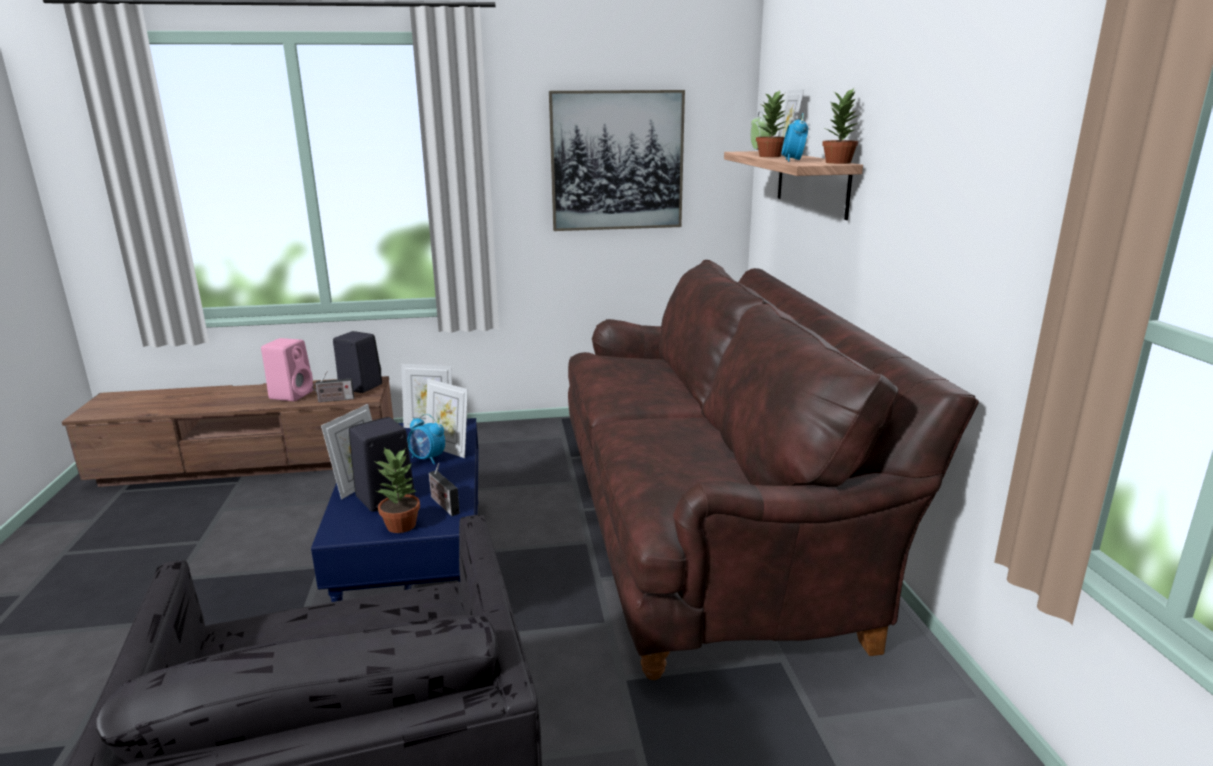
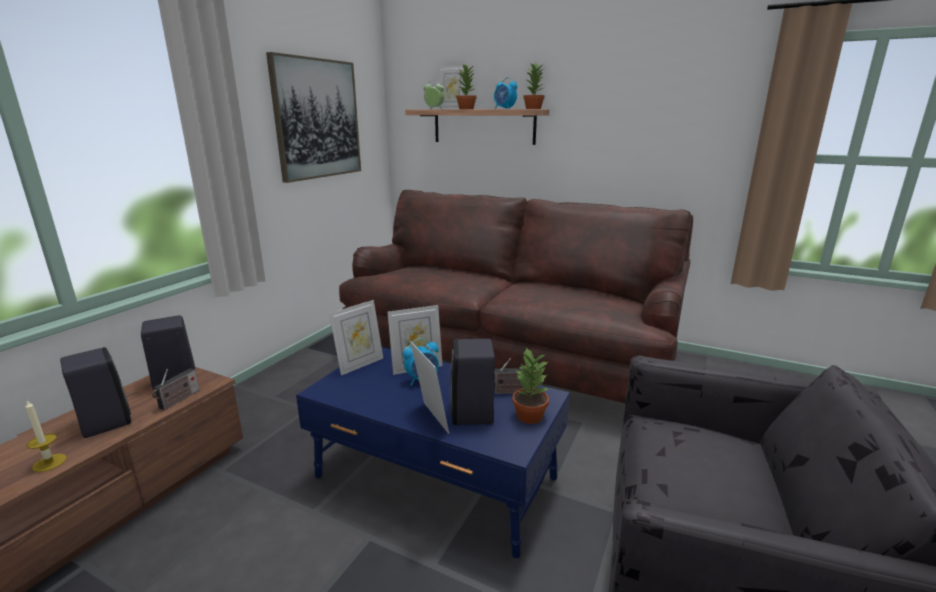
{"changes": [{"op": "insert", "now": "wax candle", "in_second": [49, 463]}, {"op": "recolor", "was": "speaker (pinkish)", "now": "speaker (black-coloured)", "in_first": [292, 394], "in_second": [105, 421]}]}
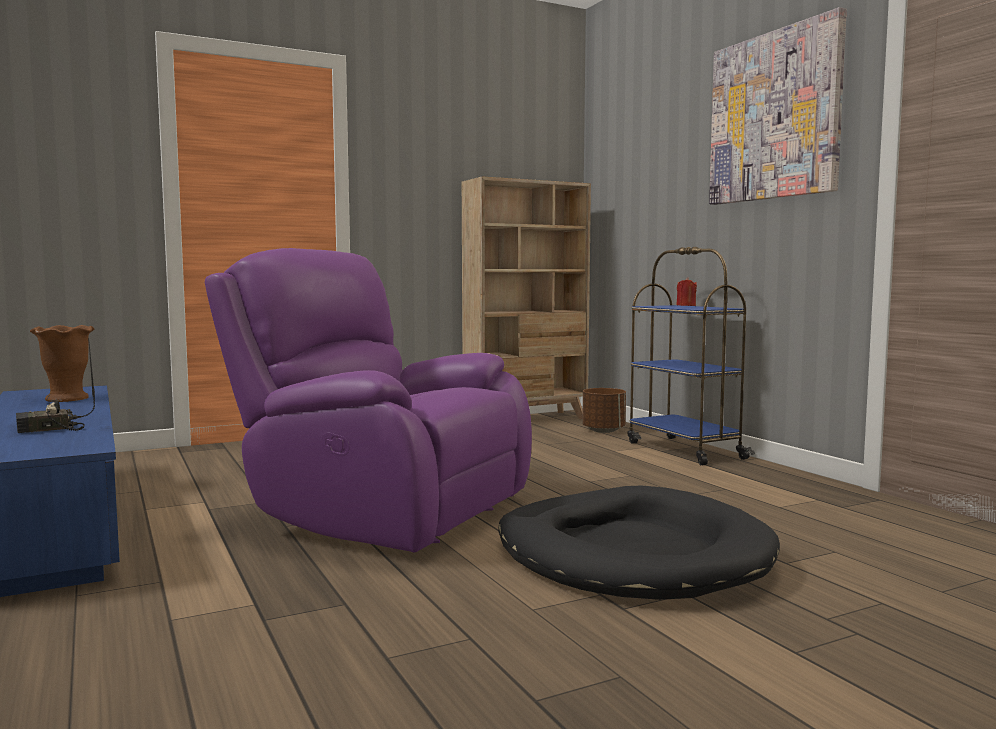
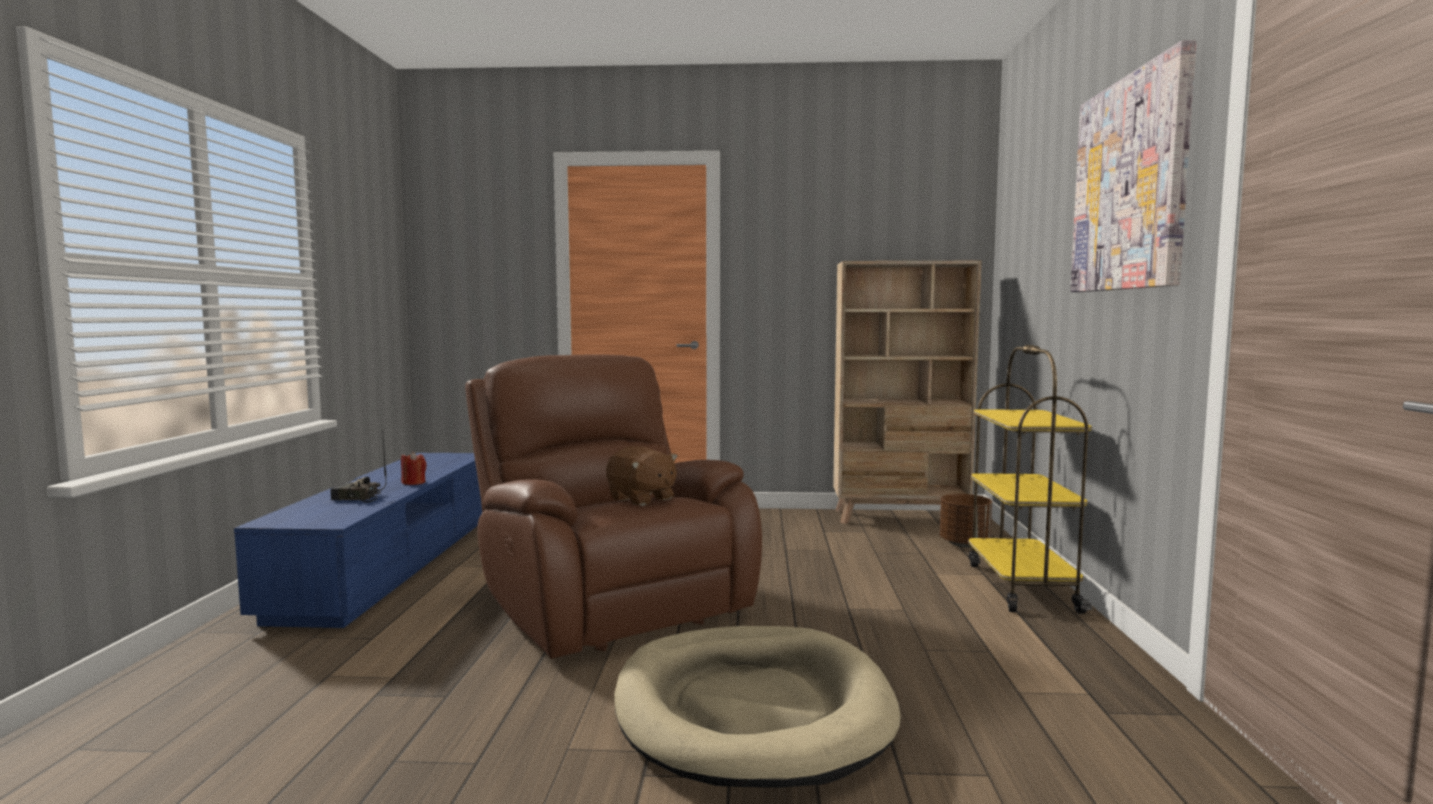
{"changes": [{"op": "move", "was": "wax candle (red-coloured)", "in_first": [686, 305], "in_second": [413, 483]}, {"op": "recolor", "was": "armchair (purple)", "now": "armchair (brown-coloured)", "in_first": [385, 512], "in_second": [612, 606]}, {"op": "insert", "now": "soft toy (brown-coloured)", "in_second": [641, 499]}, {"op": "recolor", "was": "pet bed (black-coloured)", "now": "pet bed (sand-coloured)", "in_first": [631, 553], "in_second": [752, 711]}, {"op": "recolor", "was": "wheeled cart (blue)", "now": "wheeled cart (yellow)", "in_first": [684, 450], "in_second": [1021, 586]}, {"op": "delete", "was": "flower vase (brown-coloured)", "in_first": [67, 399]}]}
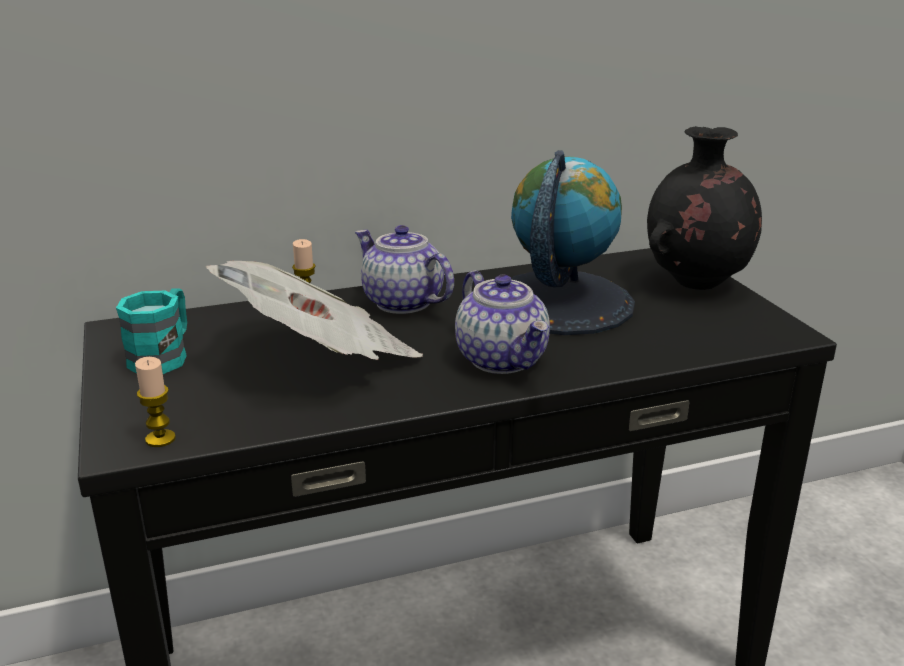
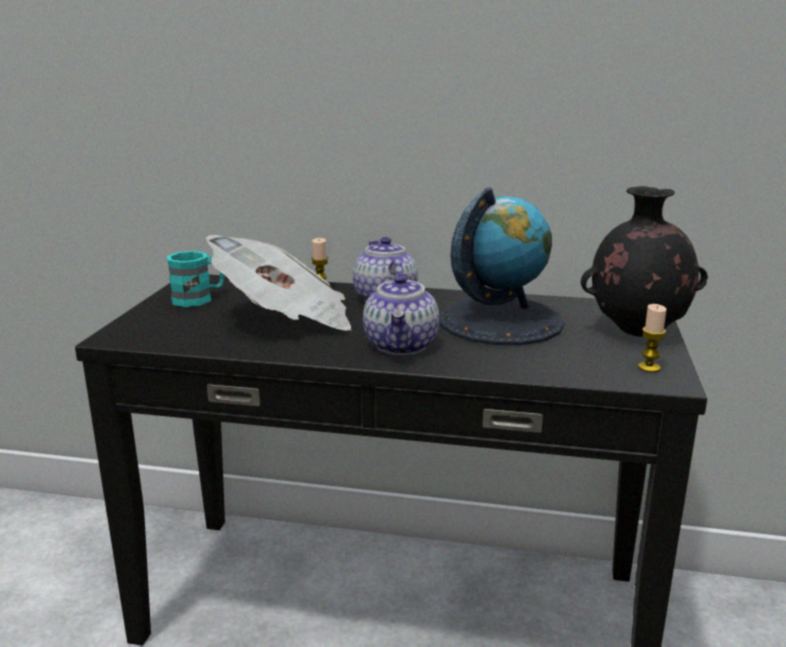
{"changes": [{"op": "move", "was": "wax candle", "in_first": [160, 439], "in_second": [649, 368]}]}
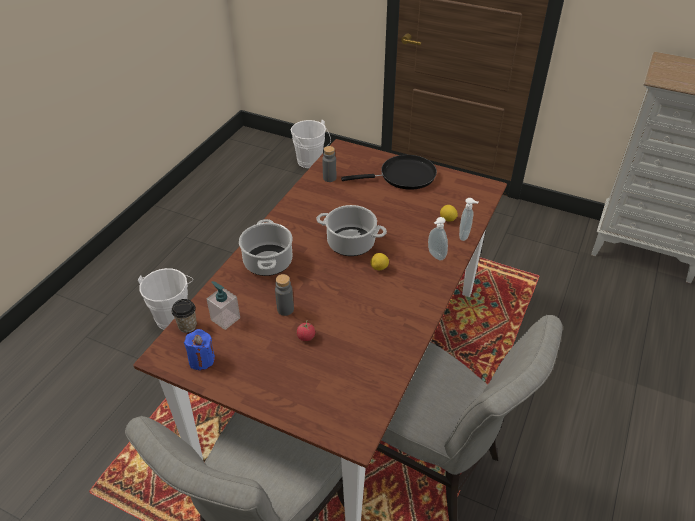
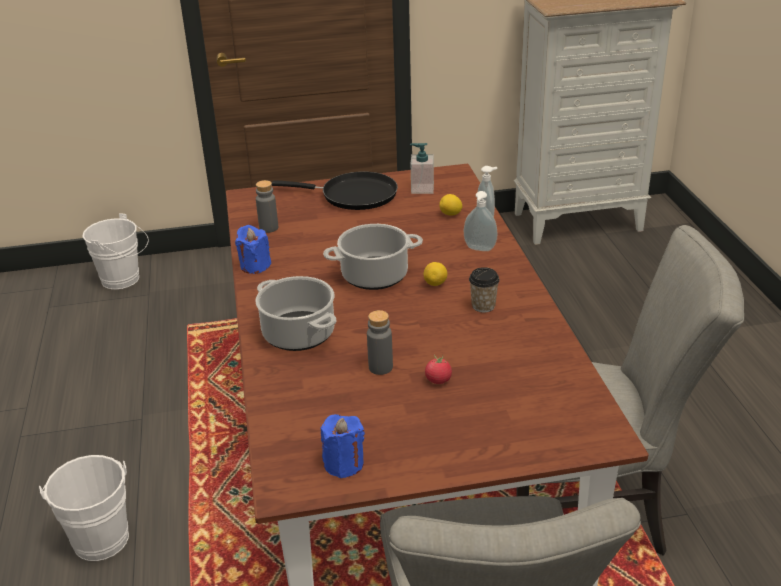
{"changes": [{"op": "insert", "now": "wax candle (blue)", "in_second": [255, 266]}, {"op": "rotate", "was": "frying pan (black-coloured)", "in_first": [403, 176], "in_second": [353, 195], "clockwise": 60}, {"op": "move", "was": "soap dispenser", "in_first": [225, 319], "in_second": [422, 189]}, {"op": "move", "was": "cup", "in_first": [187, 326], "in_second": [483, 306]}]}
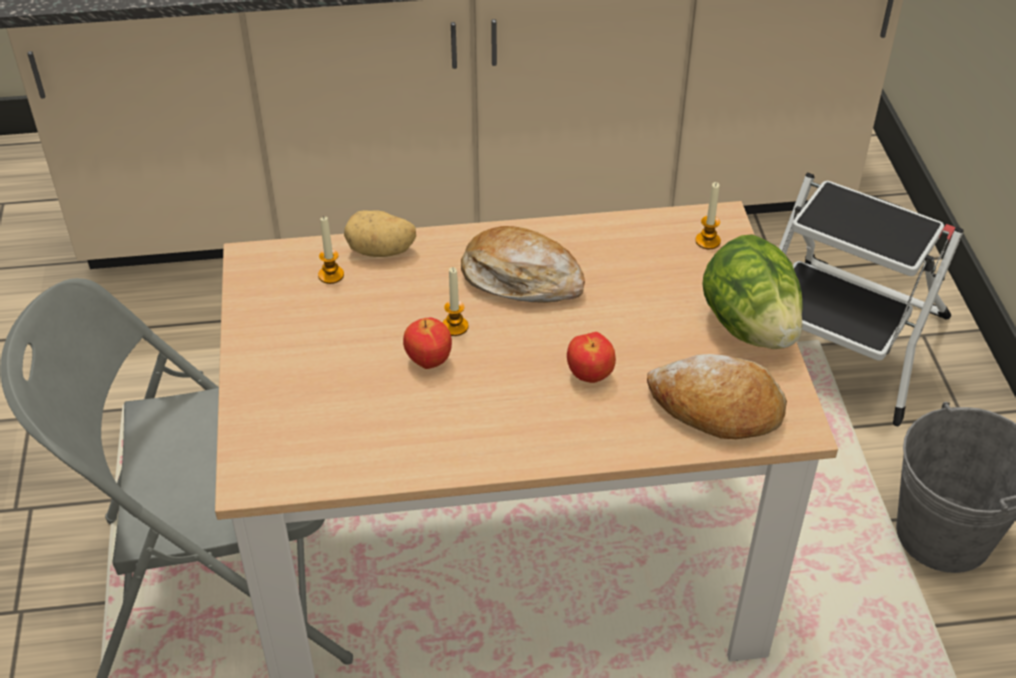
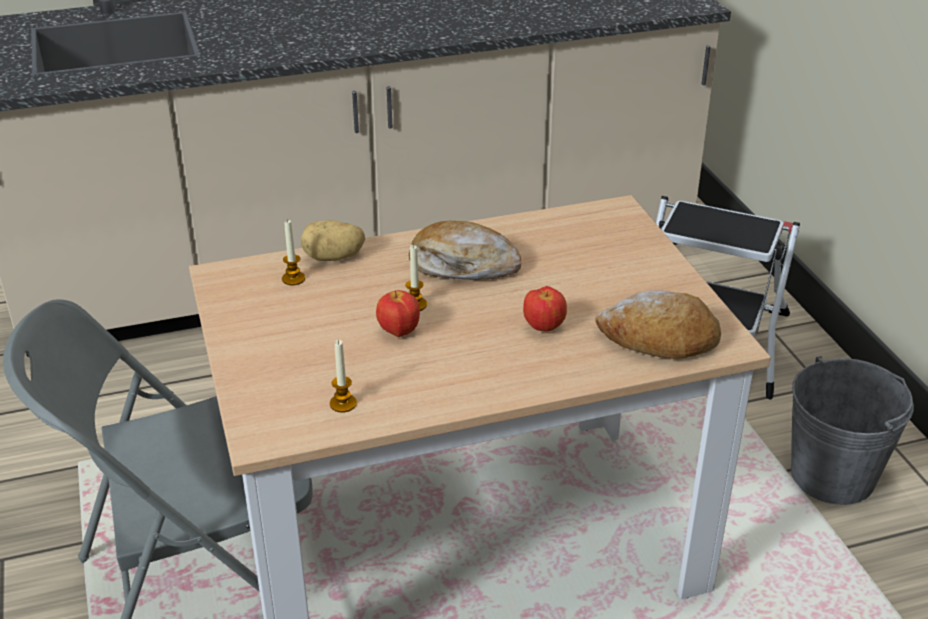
{"changes": [{"op": "move", "was": "wax candle", "in_first": [707, 241], "in_second": [343, 404]}, {"op": "delete", "was": "lettuce", "in_first": [749, 326]}]}
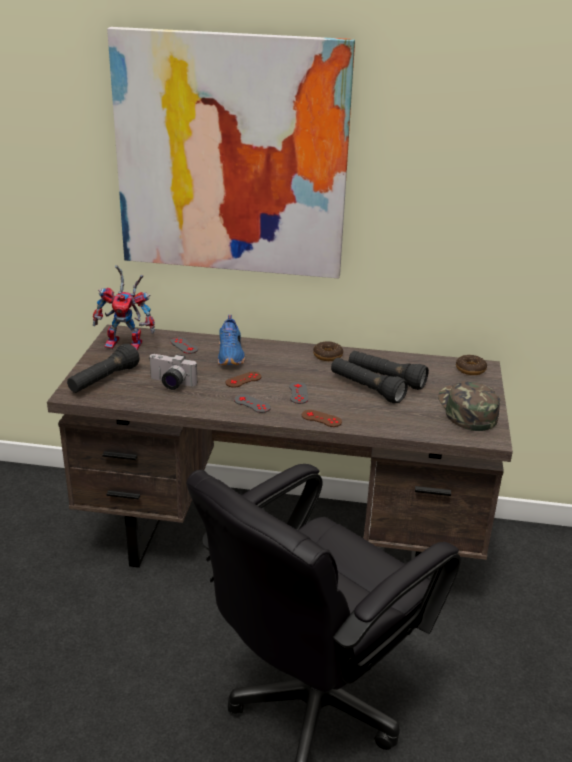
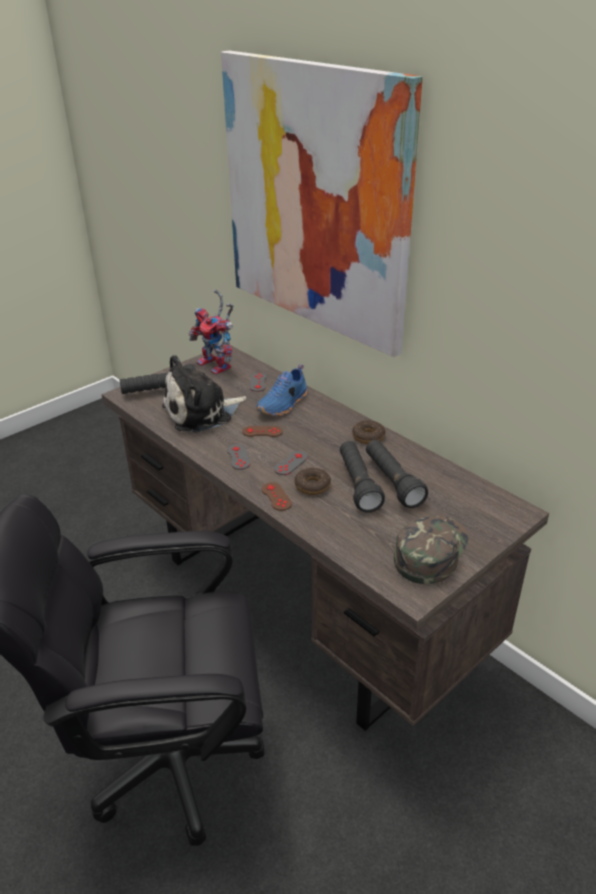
{"changes": [{"op": "replace", "was": "photo camera", "now": "soft toy", "in_first": [170, 384], "in_second": [202, 413]}, {"op": "move", "was": "donut", "in_first": [470, 369], "in_second": [312, 486]}]}
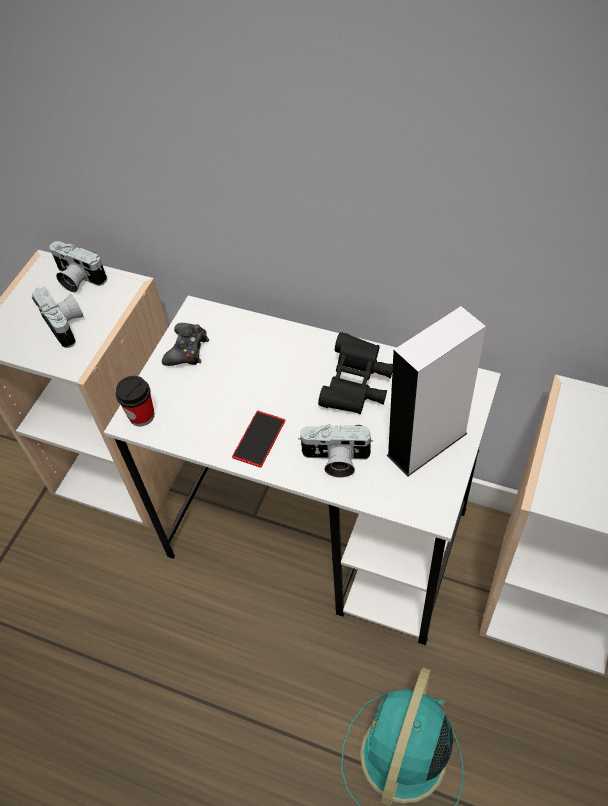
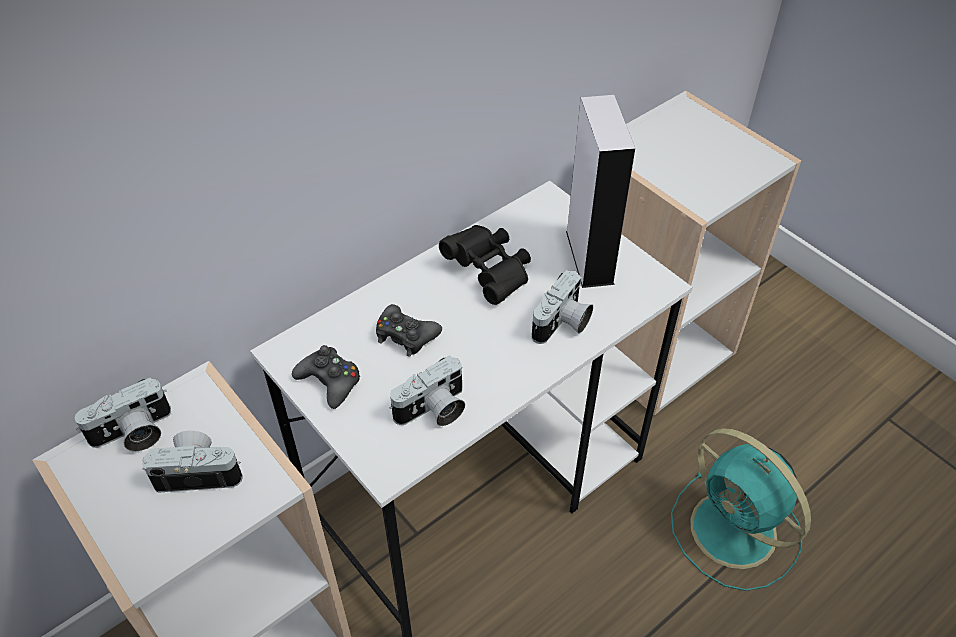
{"changes": [{"op": "insert", "now": "game controller (black-coloured)", "in_second": [406, 335]}, {"op": "insert", "now": "photo camera", "in_second": [433, 410]}, {"op": "delete", "was": "cup", "in_first": [141, 415]}, {"op": "delete", "was": "handset", "in_first": [259, 439]}]}
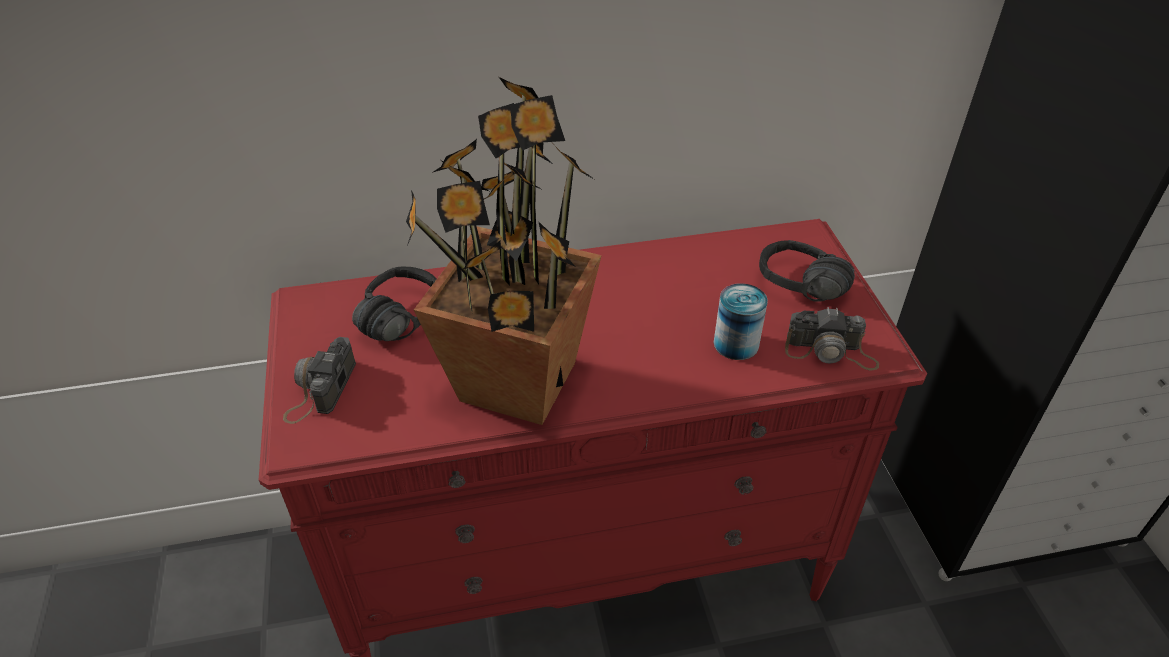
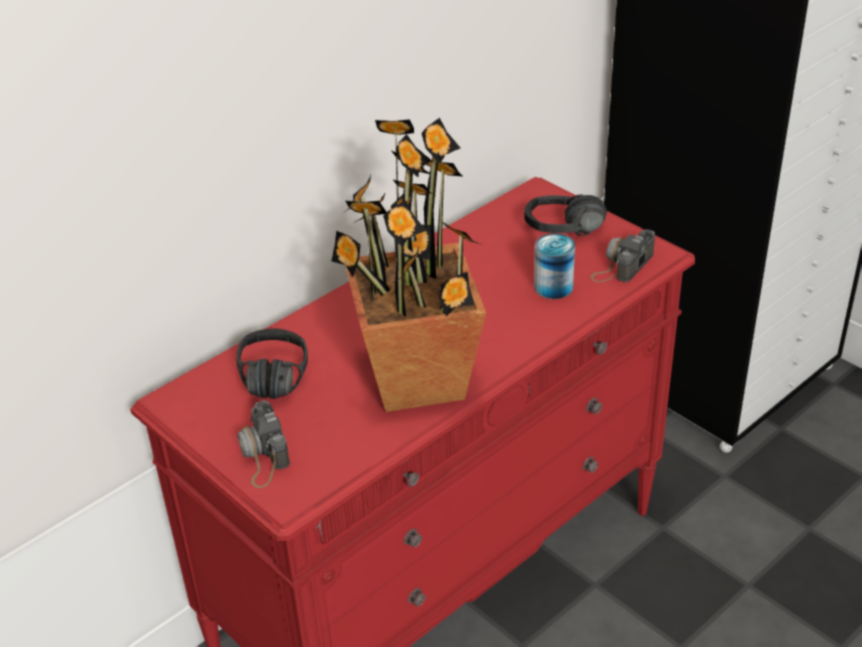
{"changes": [{"op": "rotate", "was": "photo camera", "in_first": [830, 352], "in_second": [622, 265], "clockwise": 150}]}
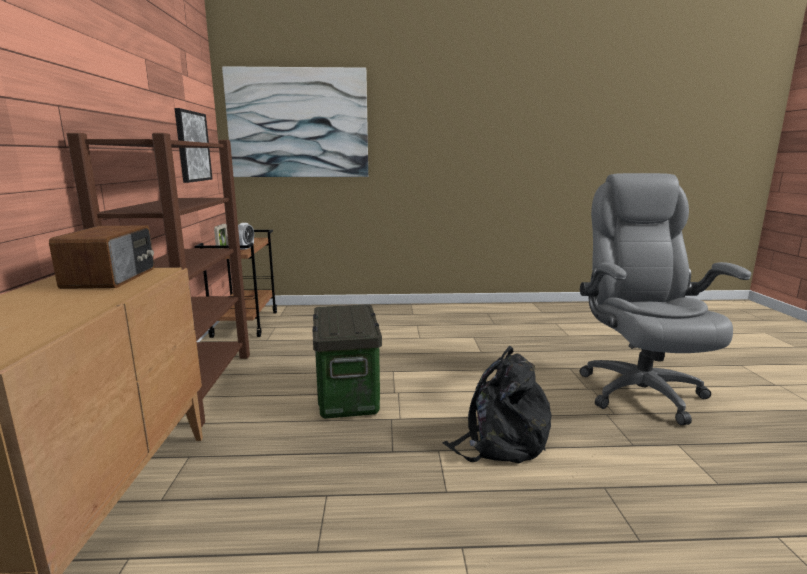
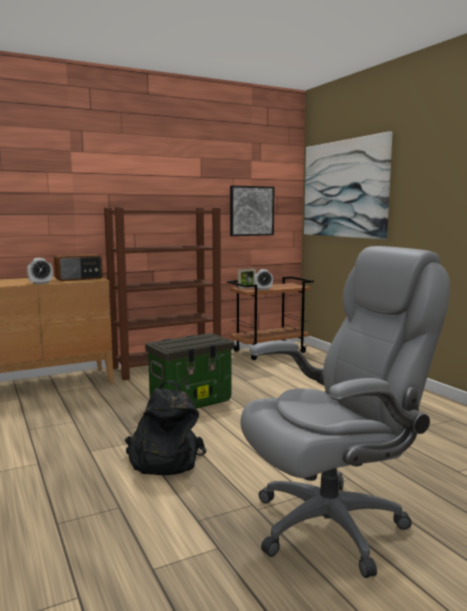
{"changes": [{"op": "insert", "now": "alarm clock", "in_second": [40, 283]}]}
